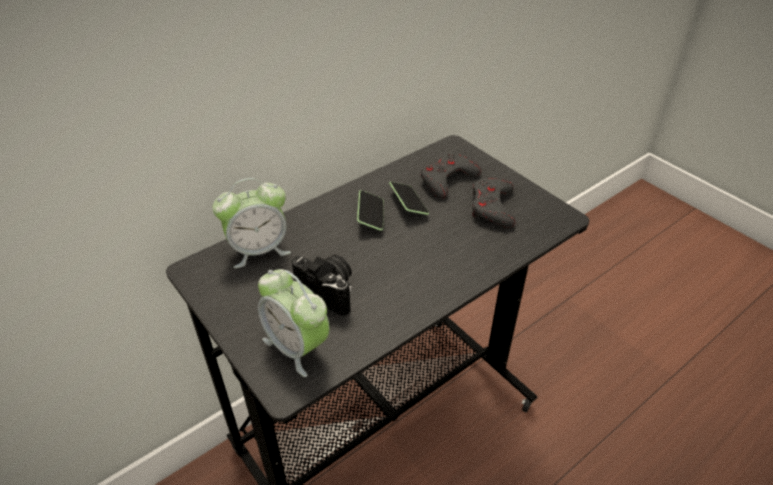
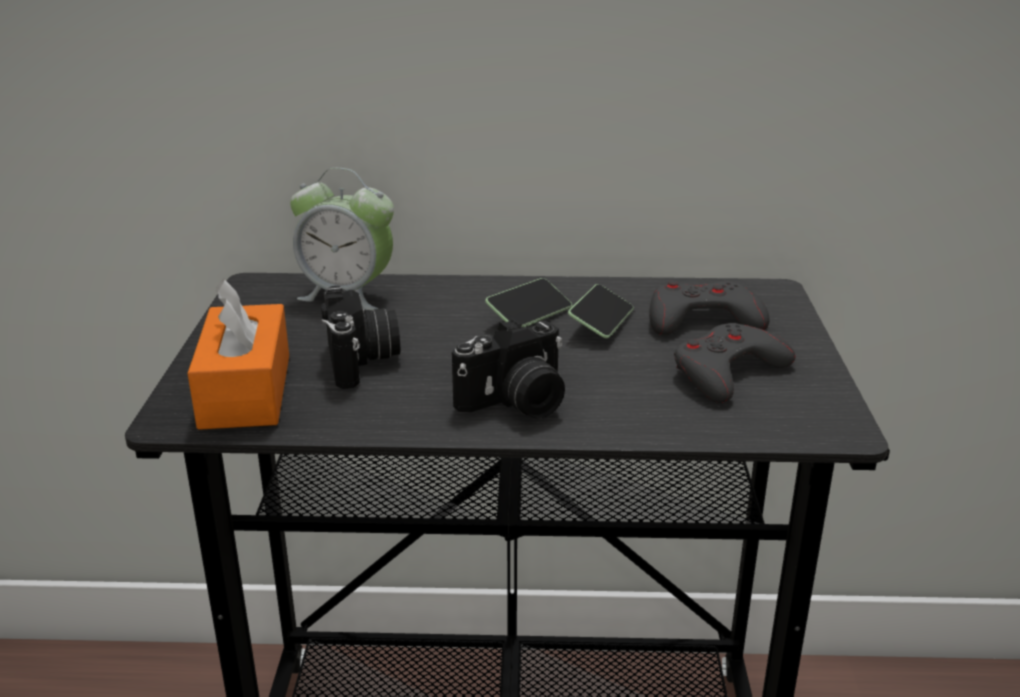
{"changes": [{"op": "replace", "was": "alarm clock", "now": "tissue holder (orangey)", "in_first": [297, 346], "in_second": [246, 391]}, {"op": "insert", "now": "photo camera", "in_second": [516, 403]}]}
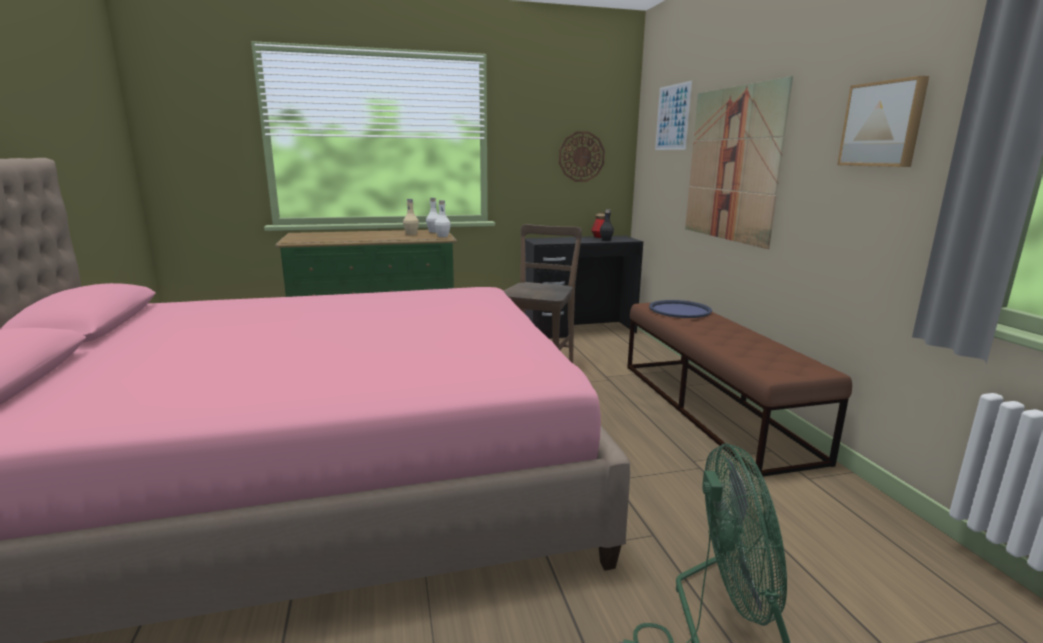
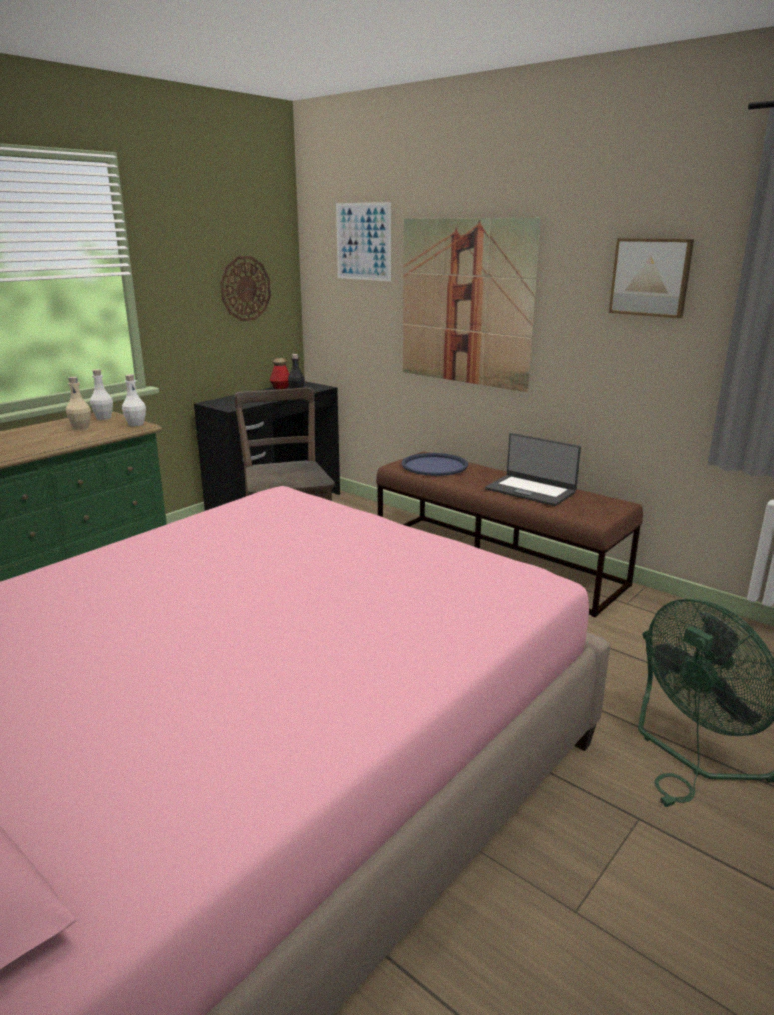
{"changes": [{"op": "insert", "now": "notebook computer", "in_second": [530, 490]}]}
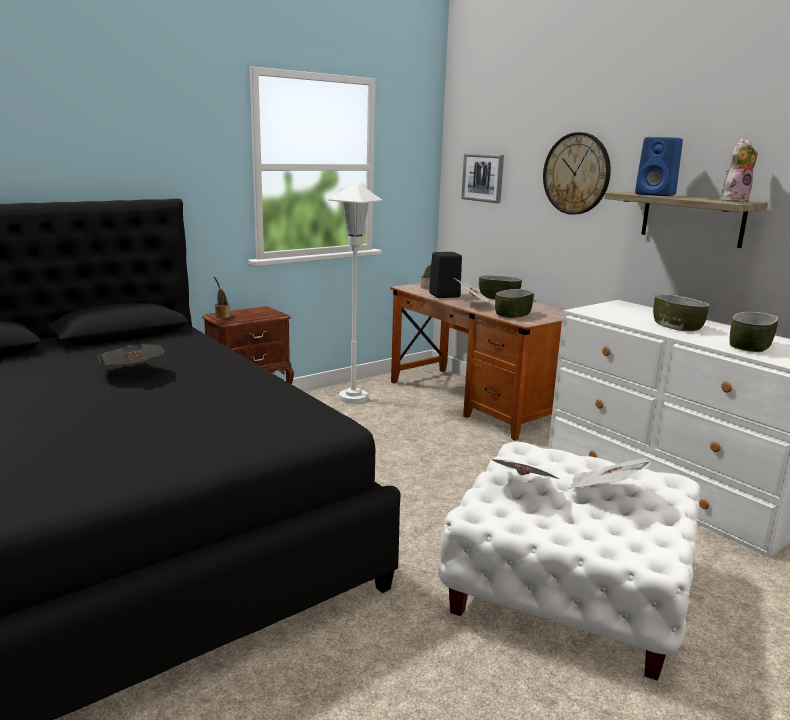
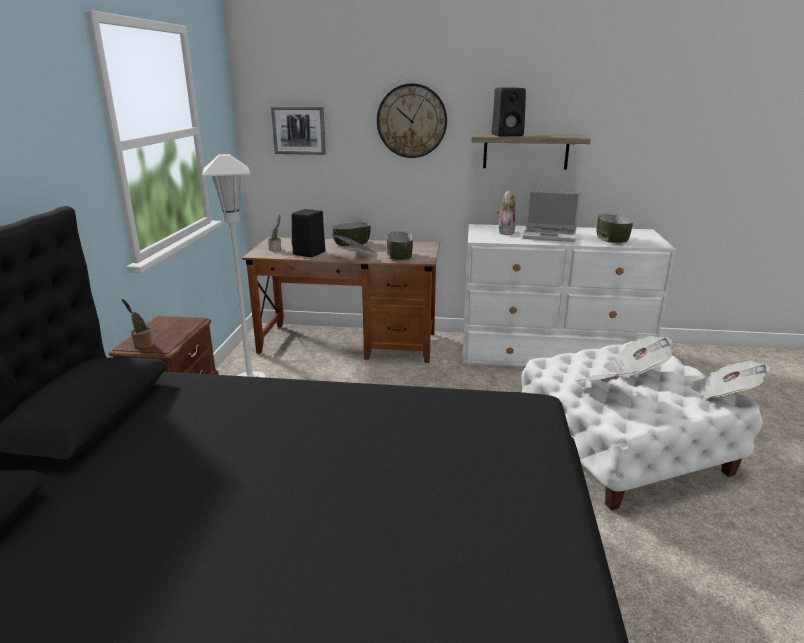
{"changes": [{"op": "recolor", "was": "speaker (blue)", "now": "speaker (black-coloured)", "in_first": [656, 194], "in_second": [508, 135]}, {"op": "move", "was": "soft toy", "in_first": [733, 201], "in_second": [505, 232]}, {"op": "replace", "was": "serving bowl", "now": "notebook computer", "in_first": [677, 326], "in_second": [550, 235]}, {"op": "move", "was": "newspaper", "in_first": [133, 372], "in_second": [723, 394]}]}
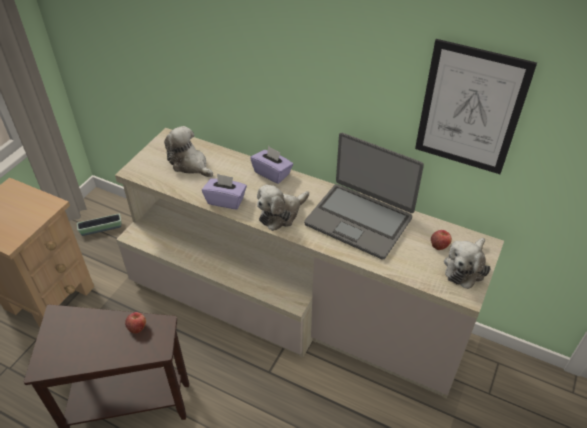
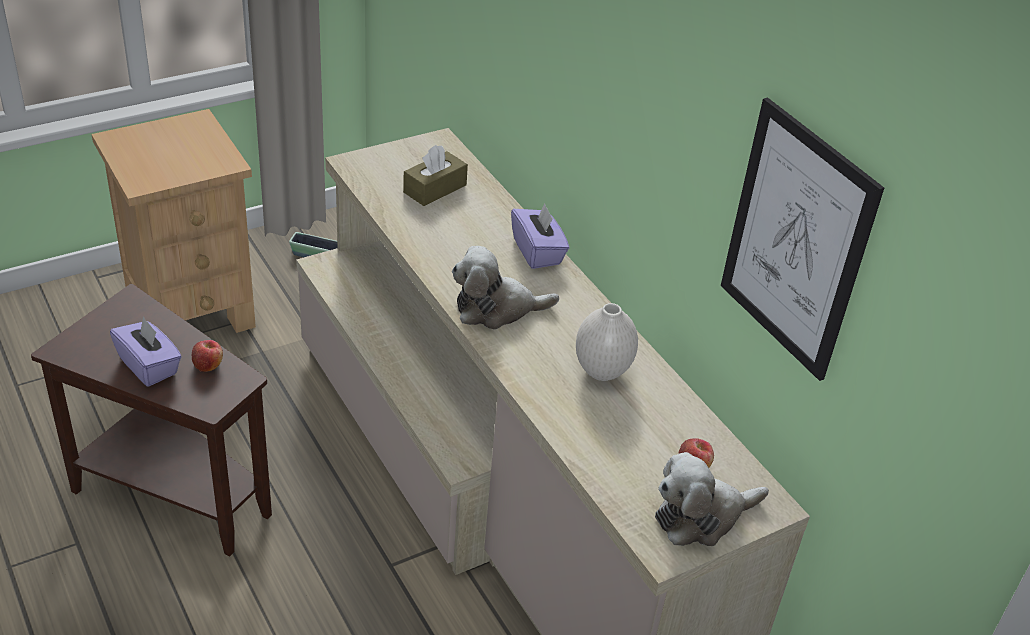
{"changes": [{"op": "move", "was": "tissue holder (purple)", "in_first": [226, 200], "in_second": [149, 366]}, {"op": "replace", "was": "soft toy", "now": "tissue holder (brown-coloured)", "in_first": [190, 164], "in_second": [435, 188]}, {"op": "replace", "was": "notebook computer", "now": "flower vase (white)", "in_first": [359, 220], "in_second": [603, 372]}]}
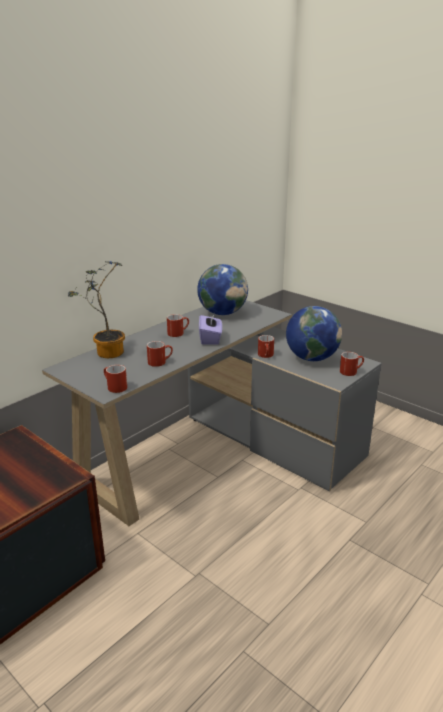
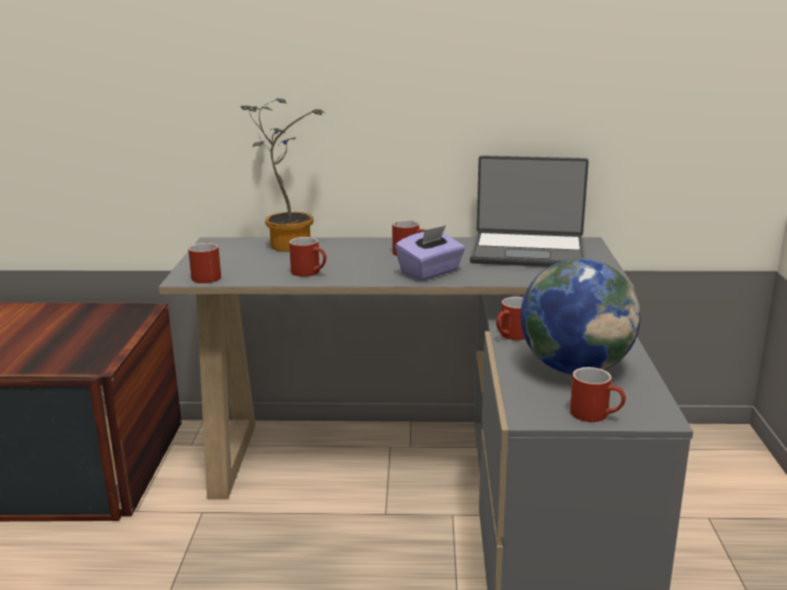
{"changes": [{"op": "replace", "was": "world globe", "now": "notebook computer", "in_first": [222, 313], "in_second": [528, 252]}]}
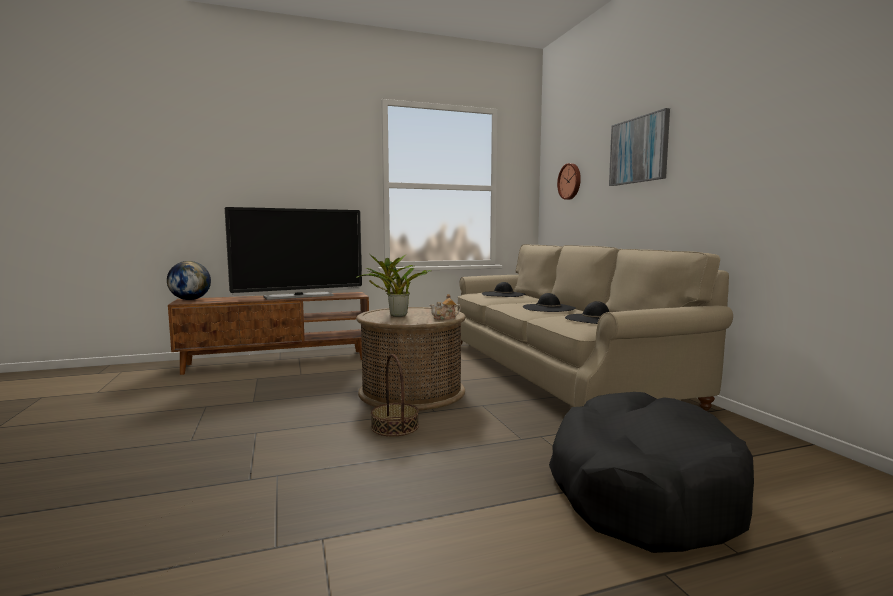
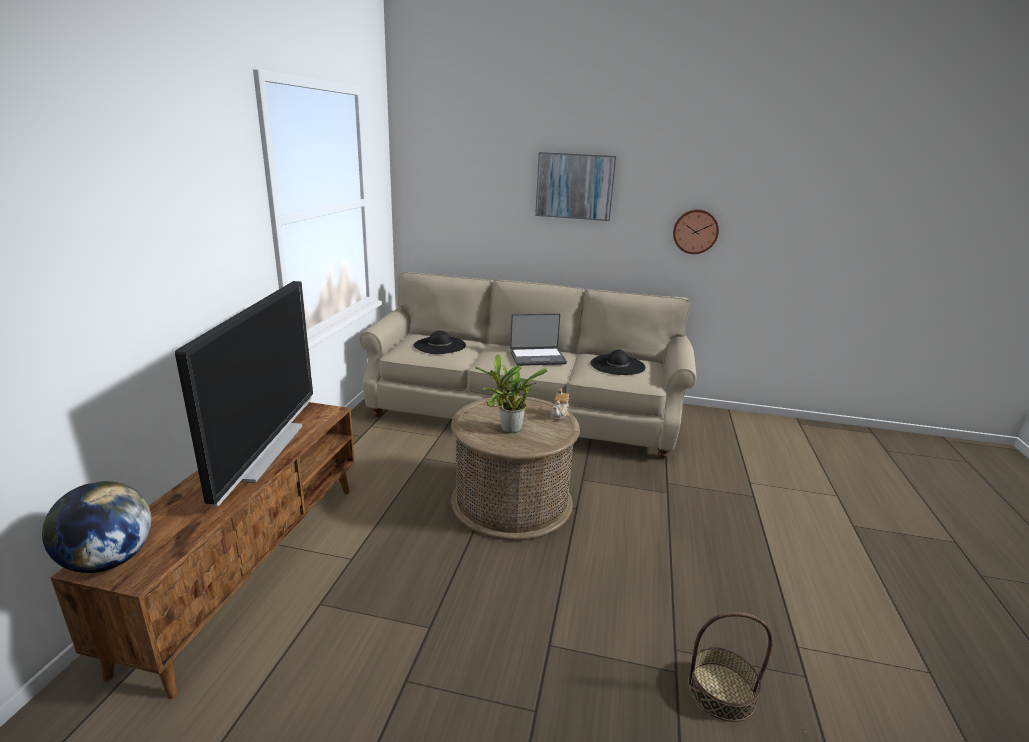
{"changes": [{"op": "replace", "was": "hat (black-coloured)", "now": "notebook computer", "in_first": [549, 308], "in_second": [537, 357]}, {"op": "move", "was": "wall clock", "in_first": [570, 181], "in_second": [695, 231]}, {"op": "move", "was": "basket", "in_first": [394, 426], "in_second": [721, 691]}, {"op": "delete", "was": "pet bed (black-coloured)", "in_first": [642, 489]}]}
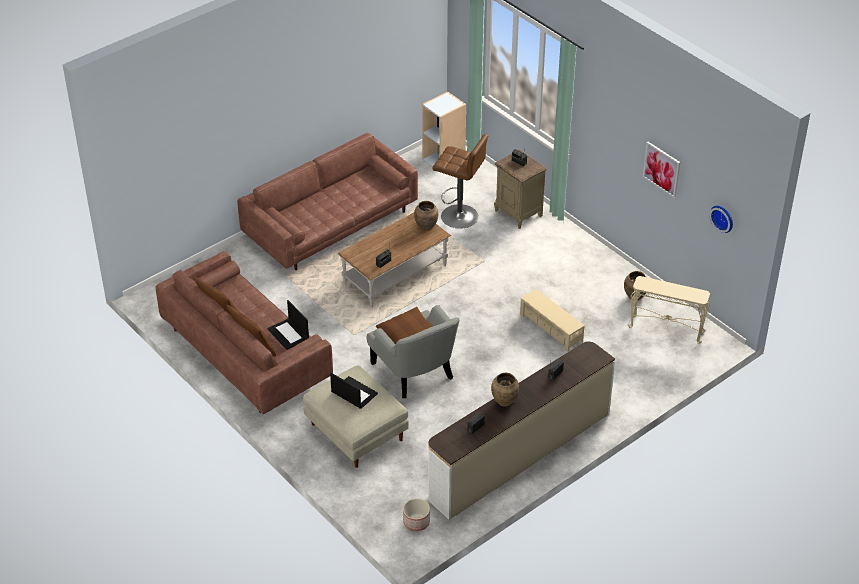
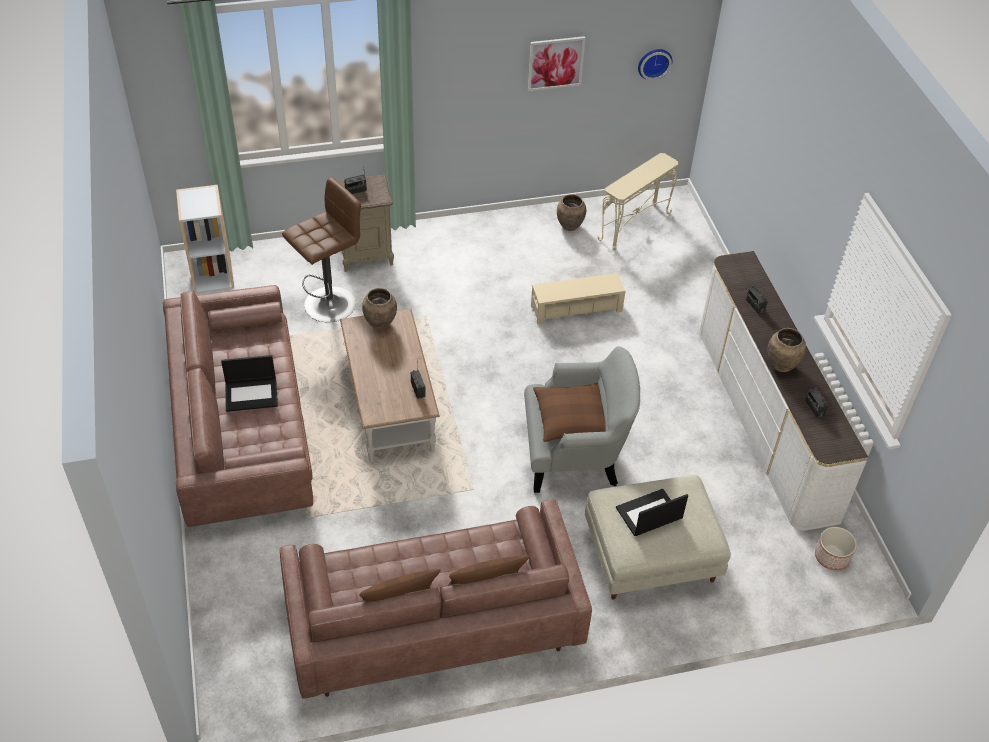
{"changes": [{"op": "move", "was": "notebook computer", "in_first": [289, 334], "in_second": [252, 394]}]}
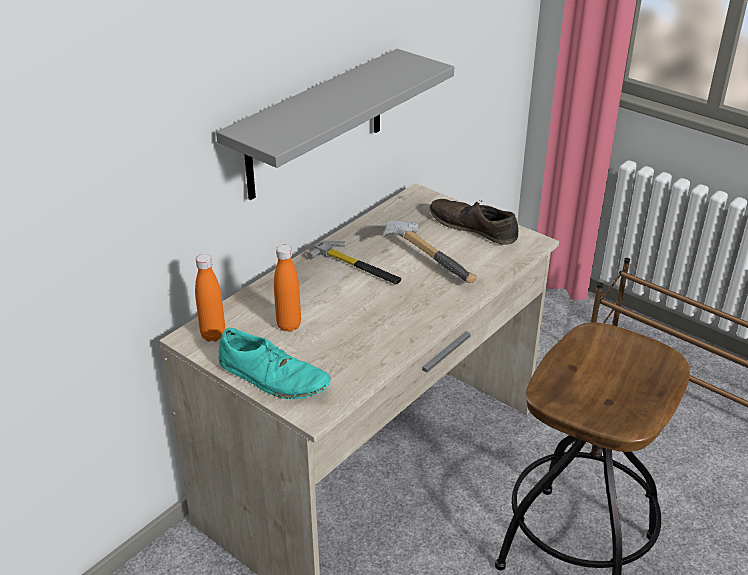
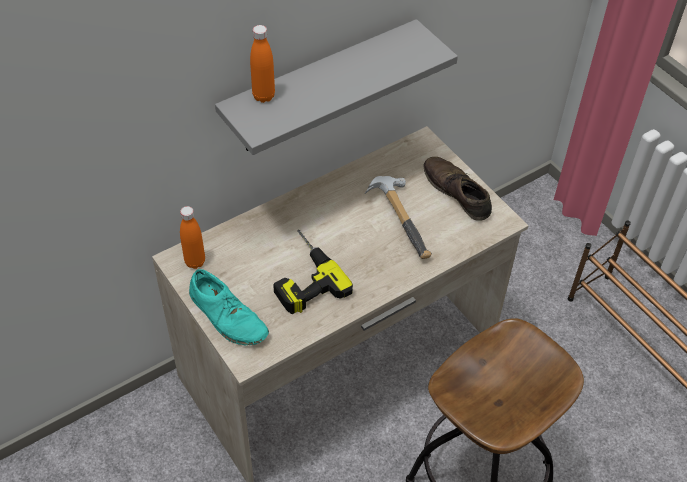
{"changes": [{"op": "move", "was": "bottle (orangey)", "in_first": [289, 325], "in_second": [263, 96]}, {"op": "insert", "now": "drill", "in_second": [301, 276]}, {"op": "delete", "was": "hand hammer", "in_first": [357, 266]}]}
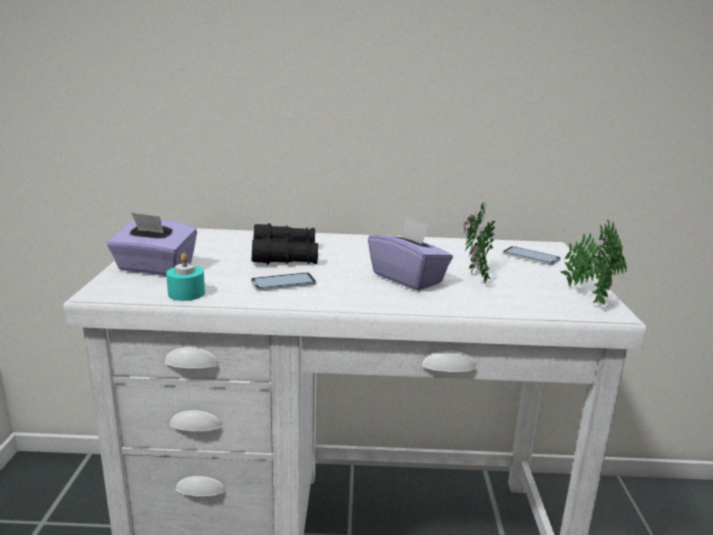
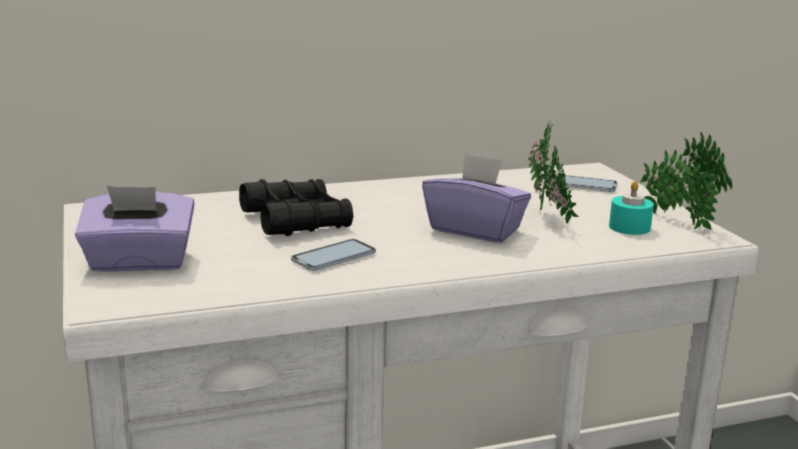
{"changes": [{"op": "move", "was": "wax candle (turquoise-coloured)", "in_first": [186, 293], "in_second": [629, 227]}]}
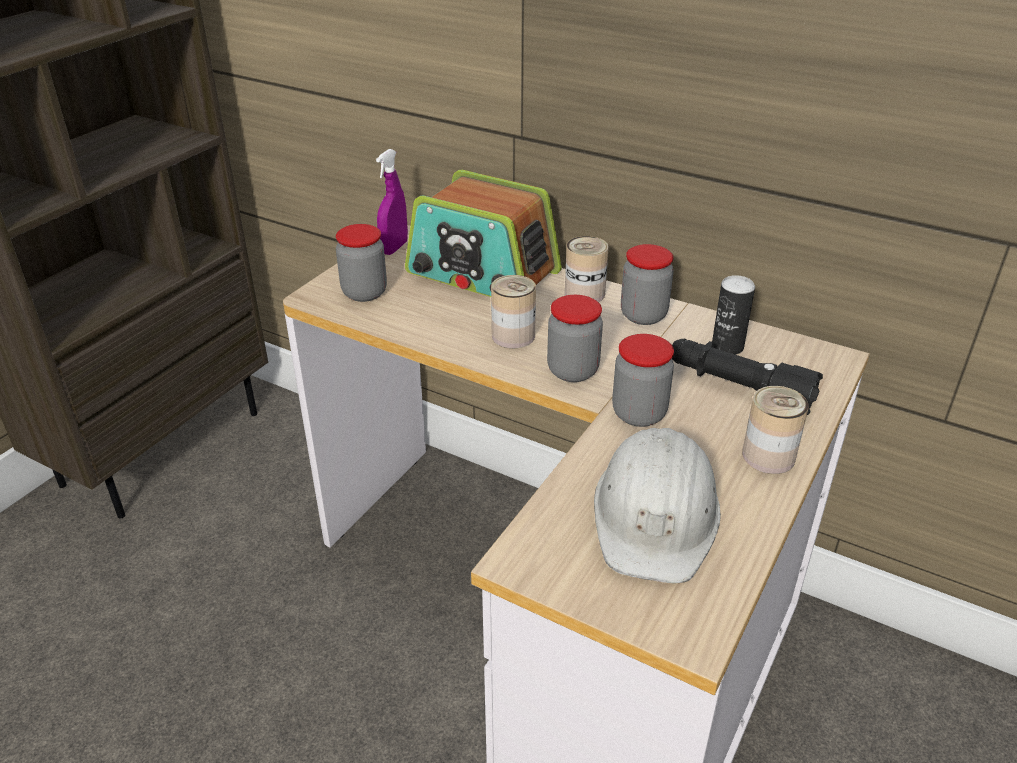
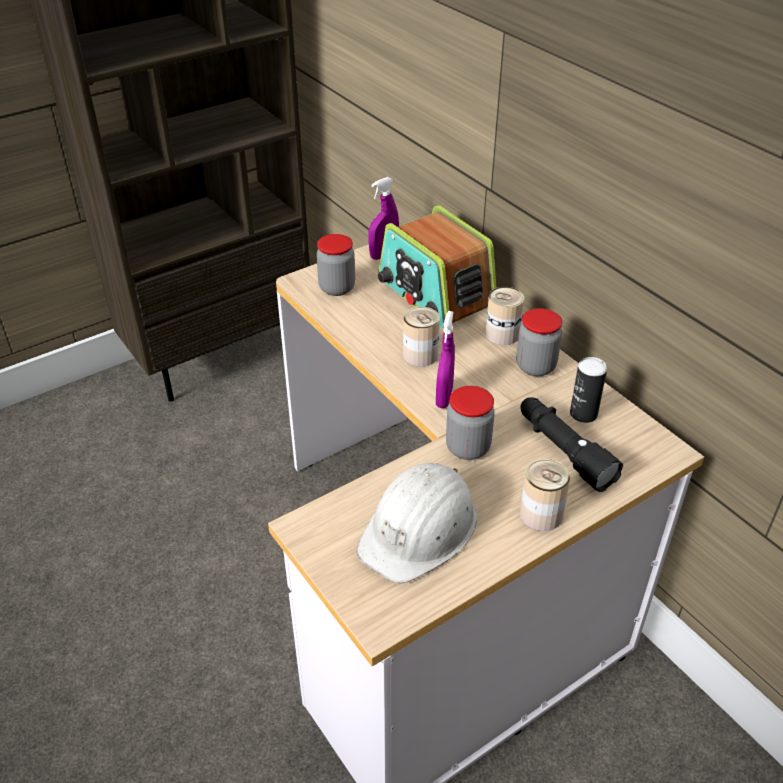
{"changes": [{"op": "replace", "was": "preserve jar", "now": "sprayer (purple)", "in_first": [573, 371], "in_second": [444, 397]}]}
